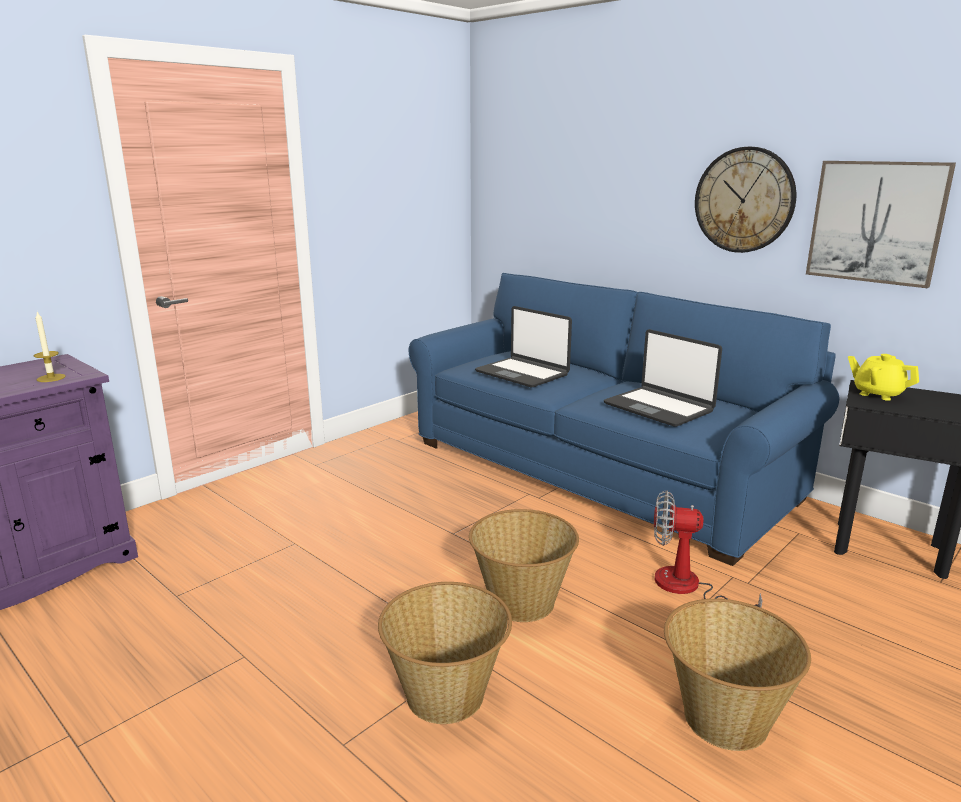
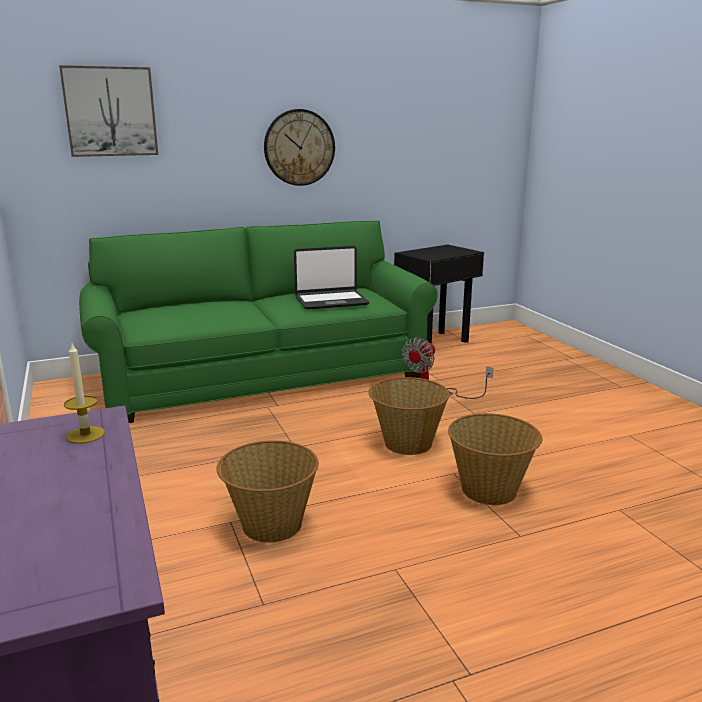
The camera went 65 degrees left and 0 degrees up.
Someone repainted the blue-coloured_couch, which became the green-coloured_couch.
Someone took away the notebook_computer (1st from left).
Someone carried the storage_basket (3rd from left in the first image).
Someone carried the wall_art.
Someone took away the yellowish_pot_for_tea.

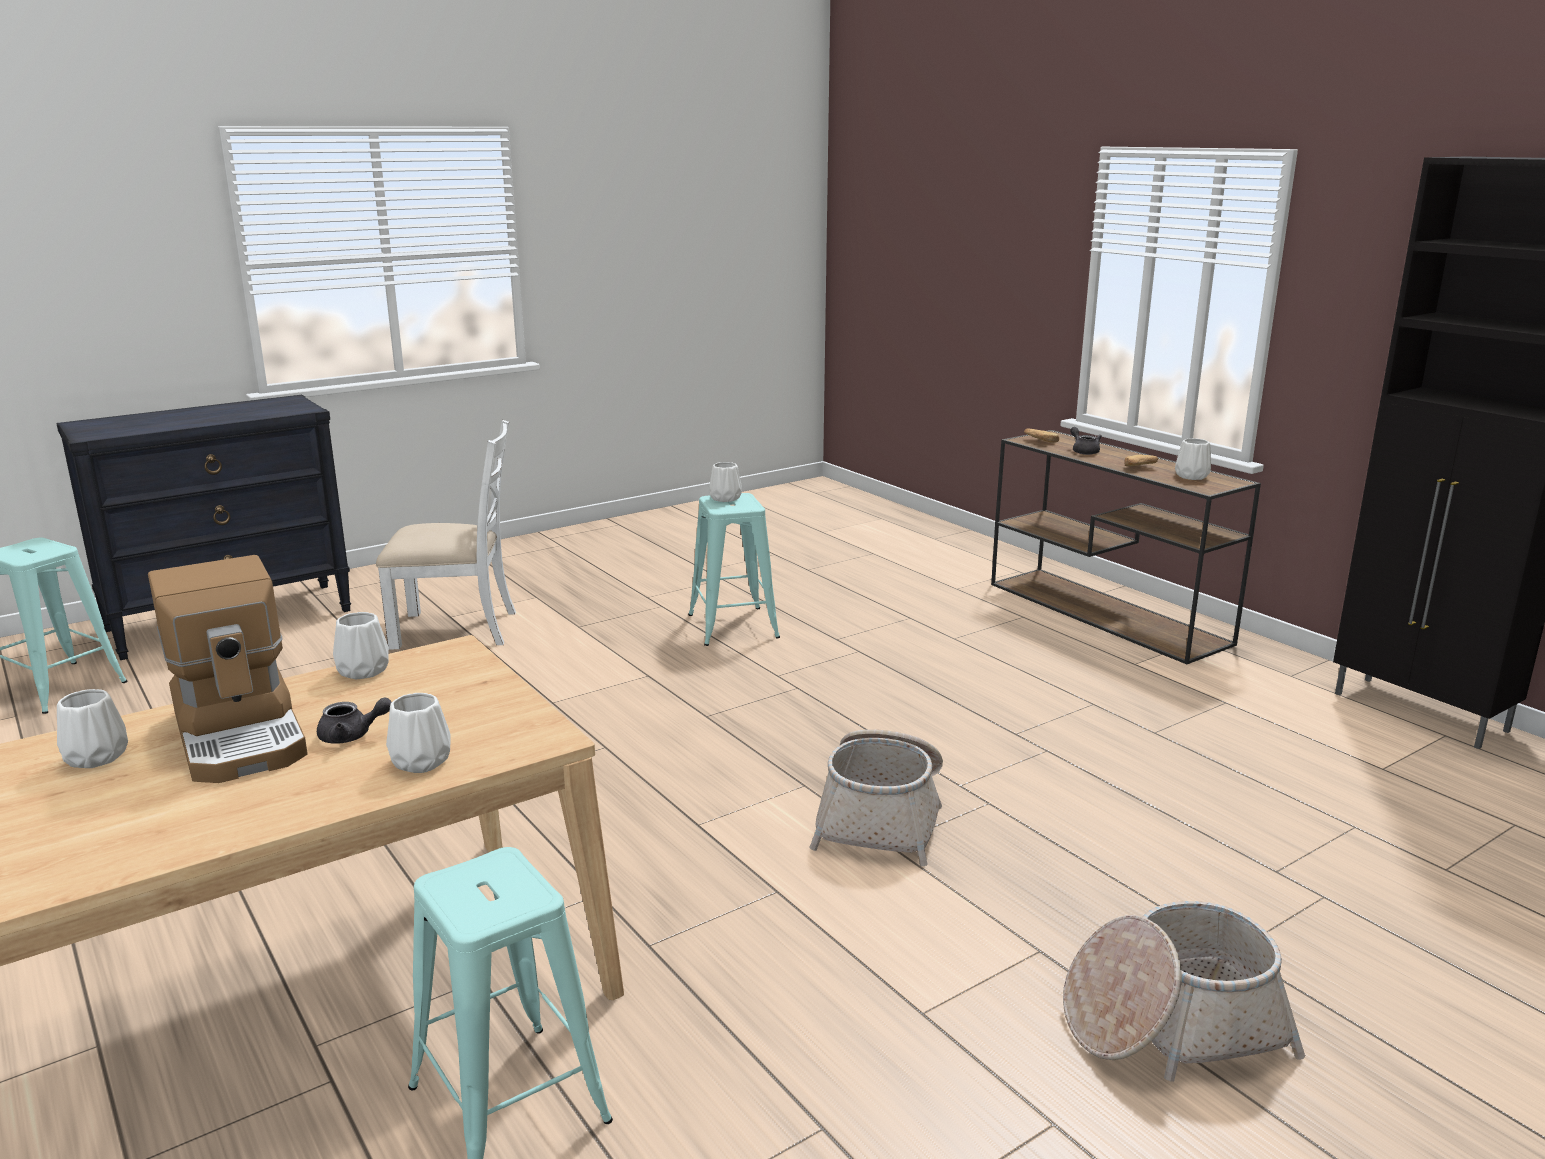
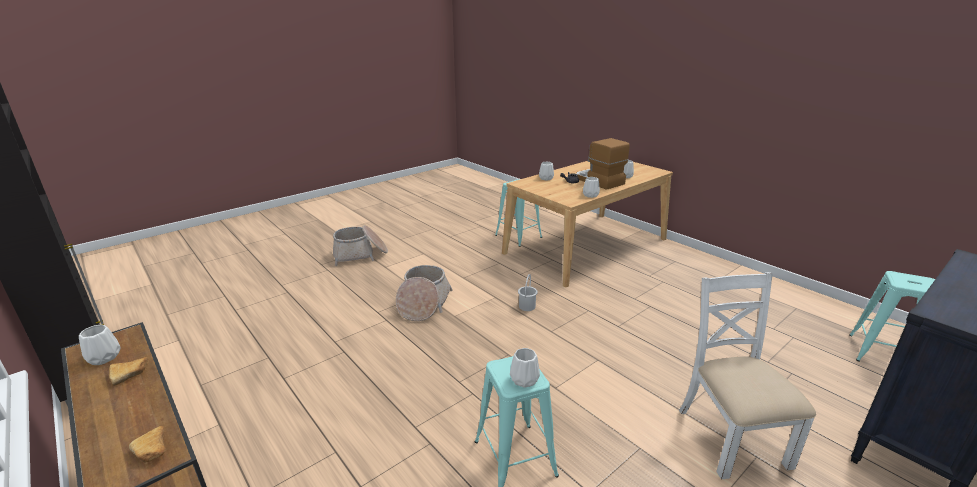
The camera went 175 degrees right and 5 degrees up.
Someone rotated the white_upright_chair by 90 degrees clockwise.
Someone took away the gray_pot_for_tea (2nd from left).
Someone put down the white_bucket.

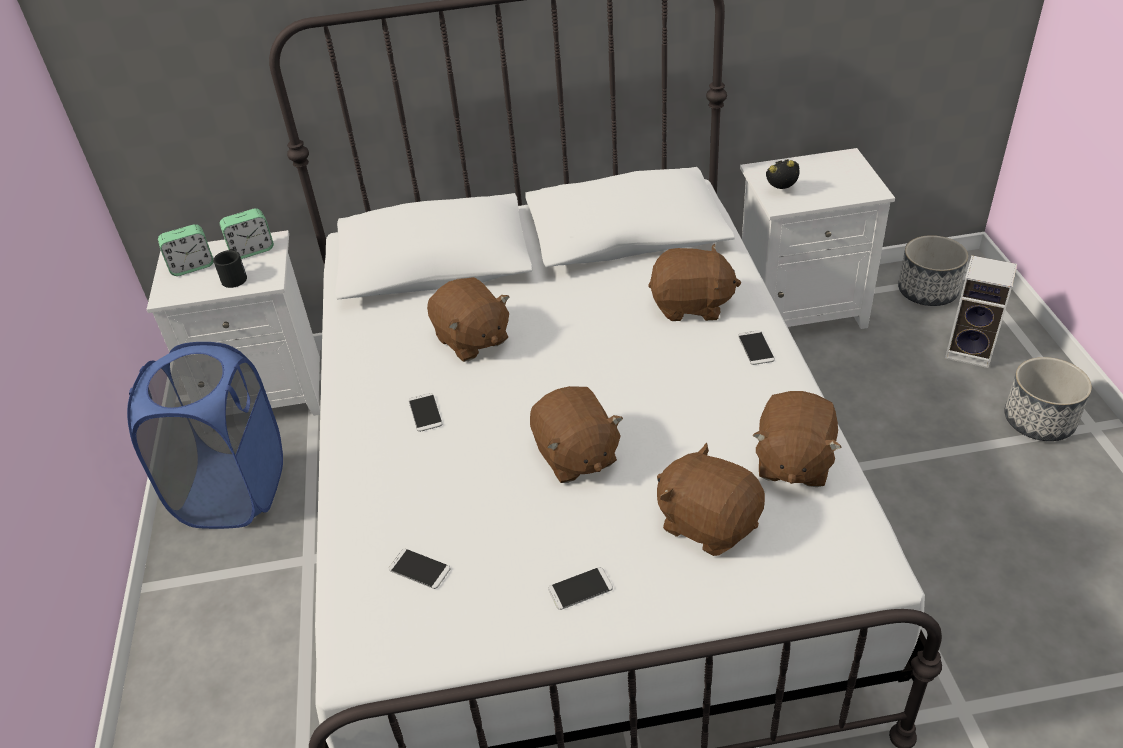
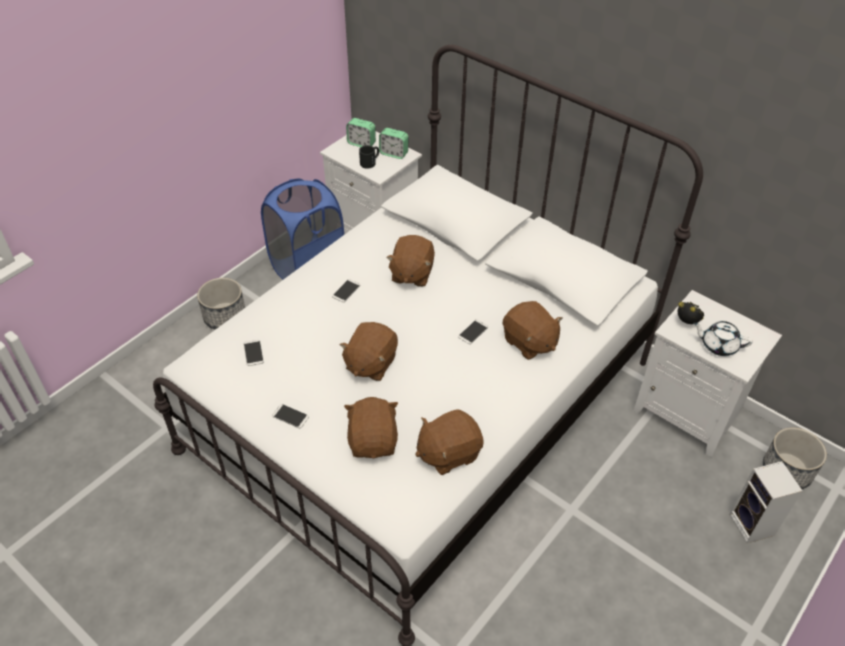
The camera went 45 degrees right and 5 degrees up.
Someone carried the handset (4th from left).
Someone carried the flower_pot (2nd from left in the first image).
Someone put down the white_pot_for_tea.

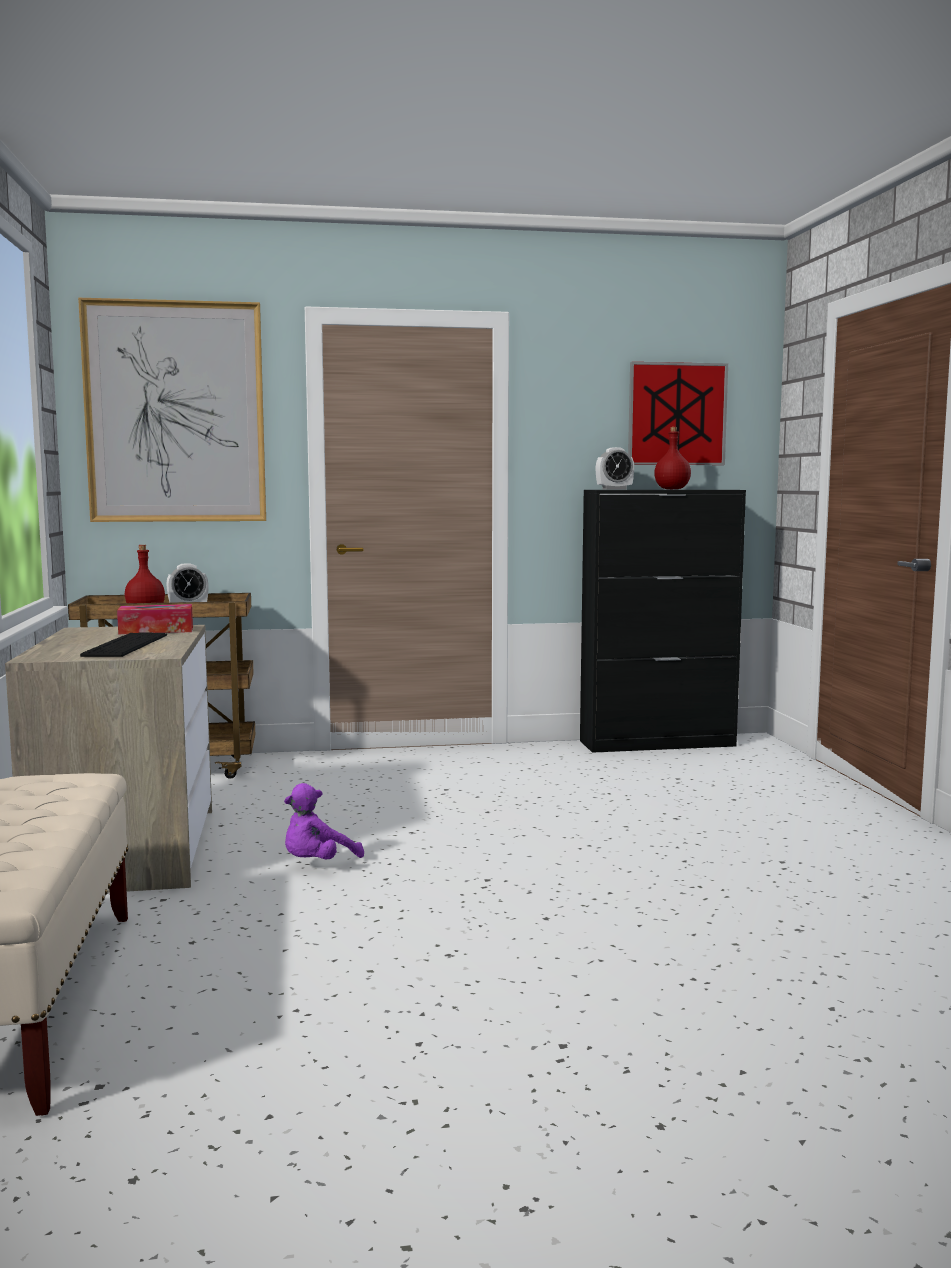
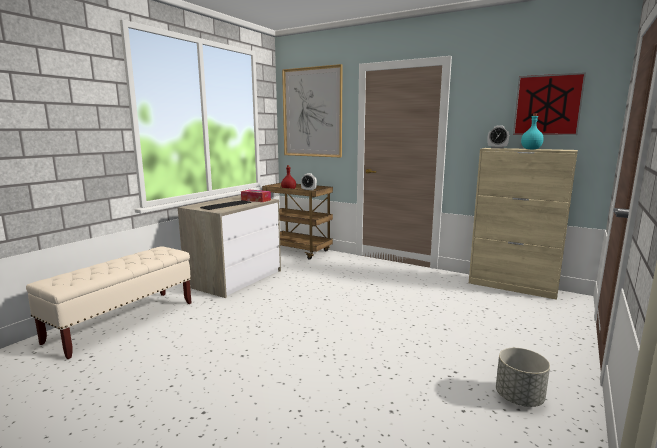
The camera went 40 degrees right and 5 degrees up.
Someone took away the purple_soft_toy.
Someone repainted the black_cupboard, which became the sand-coloured_cupboard.
Someone repainted the red_beverage_bottle (2nd from left), which became the turquoise_beverage_bottle.
Someone put down the gray_flower_pot.

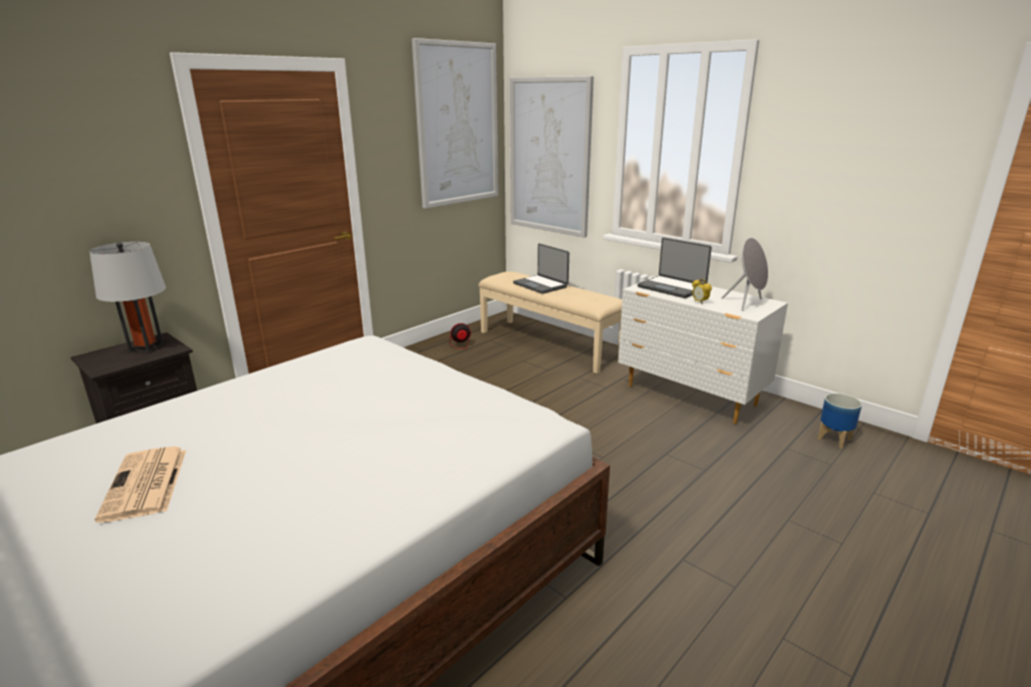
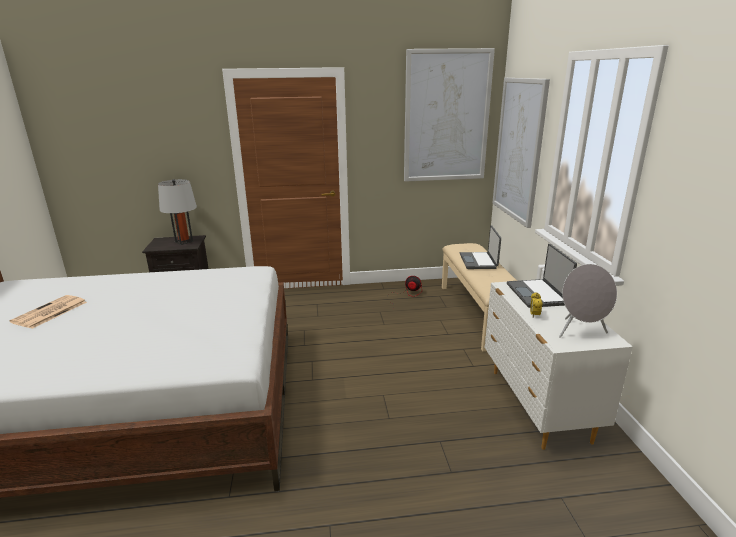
The camera went 40 degrees right and 0 degrees up.
Someone took away the flower_pot.

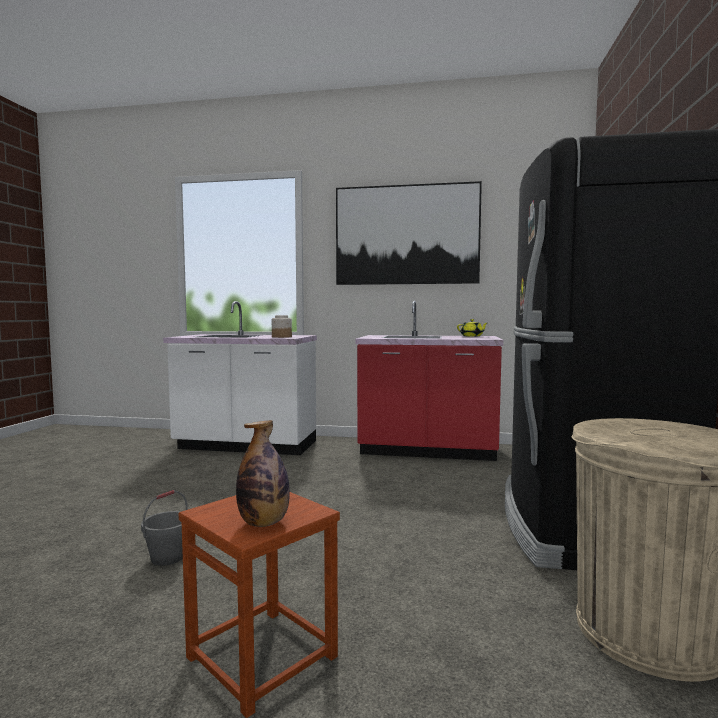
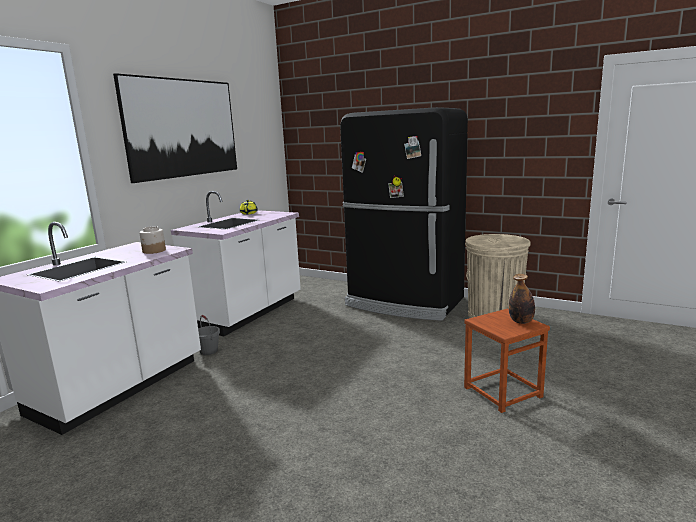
The camera went 70 degrees left and 10 degrees up.
Someone carried the gray_bucket.
Someone repainted the red_kitchen_base_unit, which became the white_kitchen_base_unit (2nd from left).

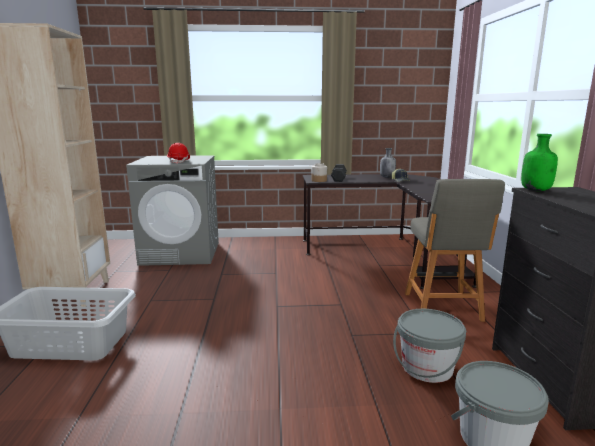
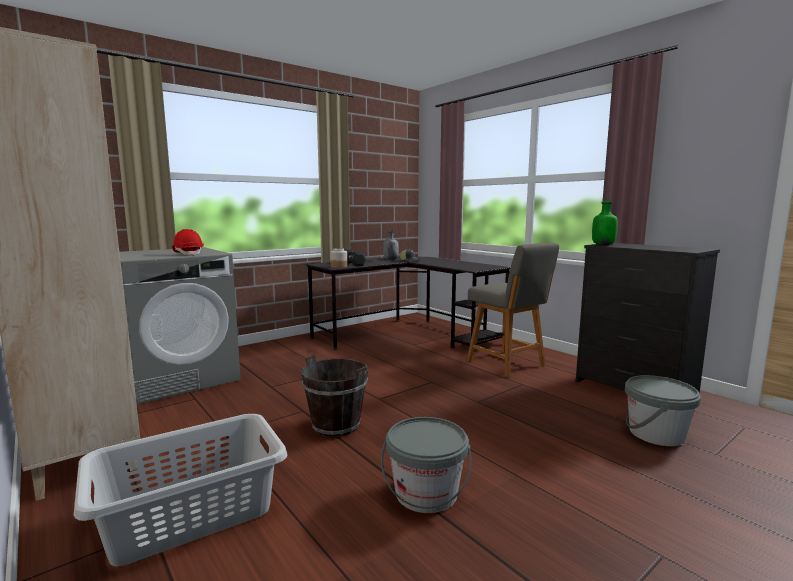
The camera went 35 degrees left and 5 degrees down.
Someone carried the gray_bucket (1st from left).
Someone put down the brownish_bucket.

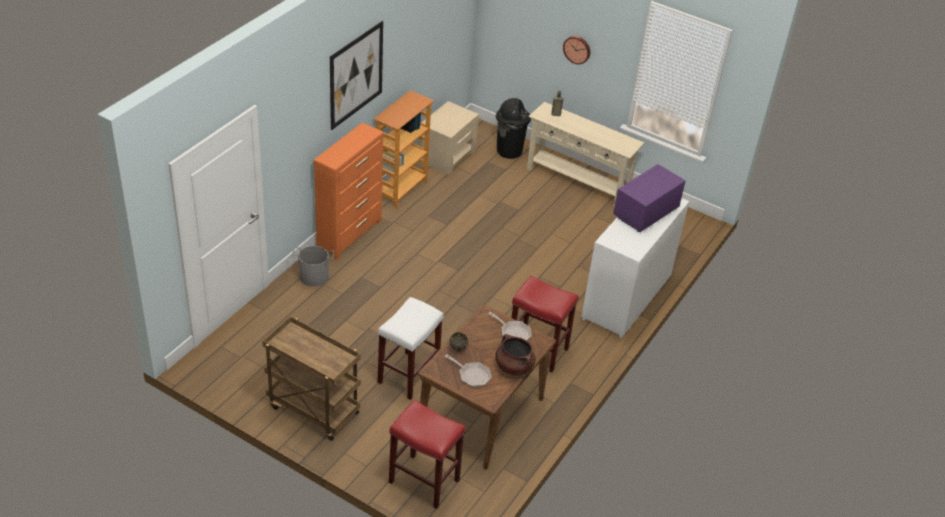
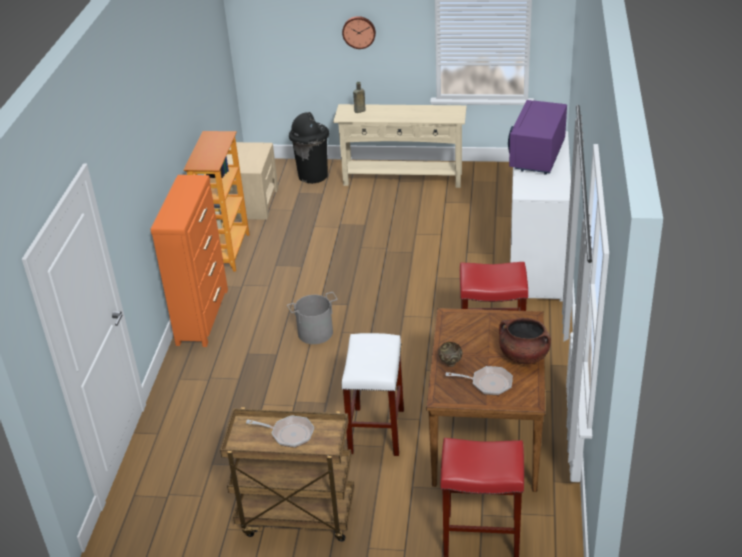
The camera went 20 degrees left and 5 degrees down.
Someone carried the gray_bucket.
Someone took away the wall_art.
Someone carried the pan (2nd from left in the first image).

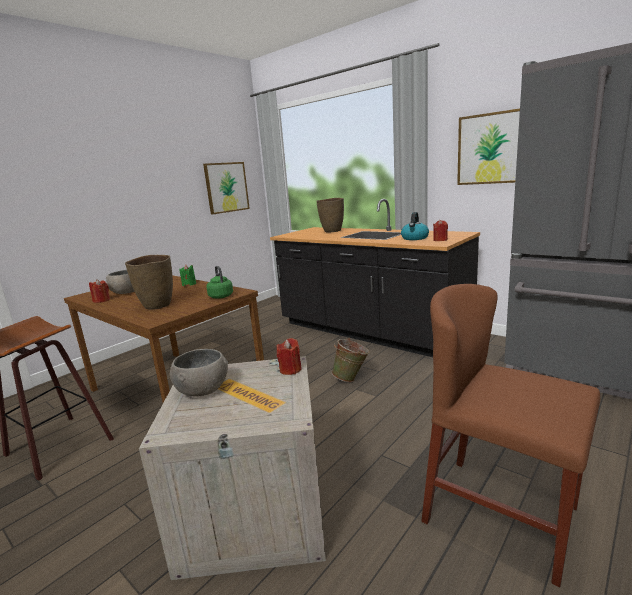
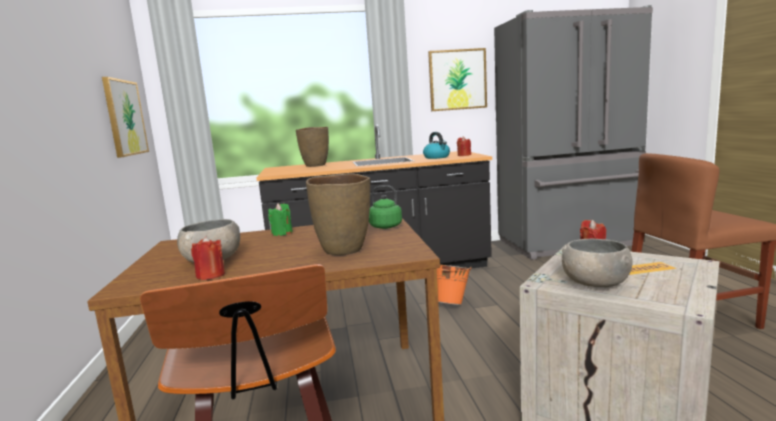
The camera went 50 degrees left and 5 degrees down.
Someone repainted the green-coloured_bucket, which became the orange_bucket.

